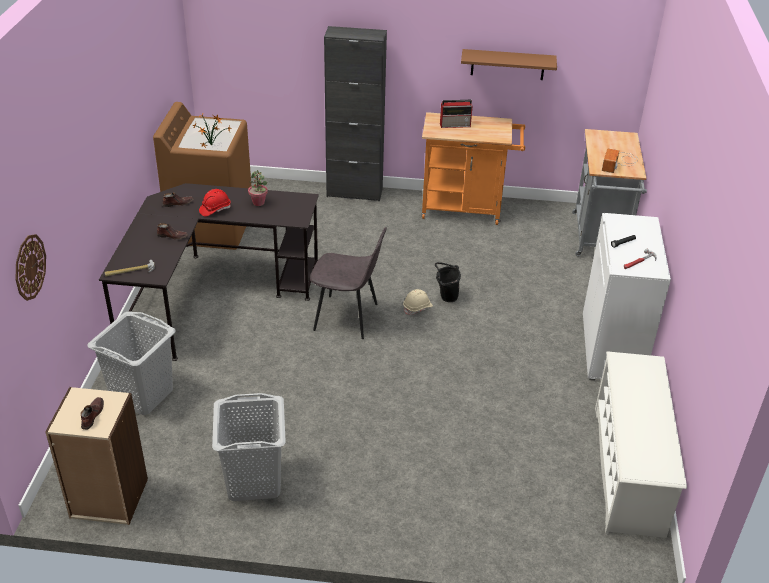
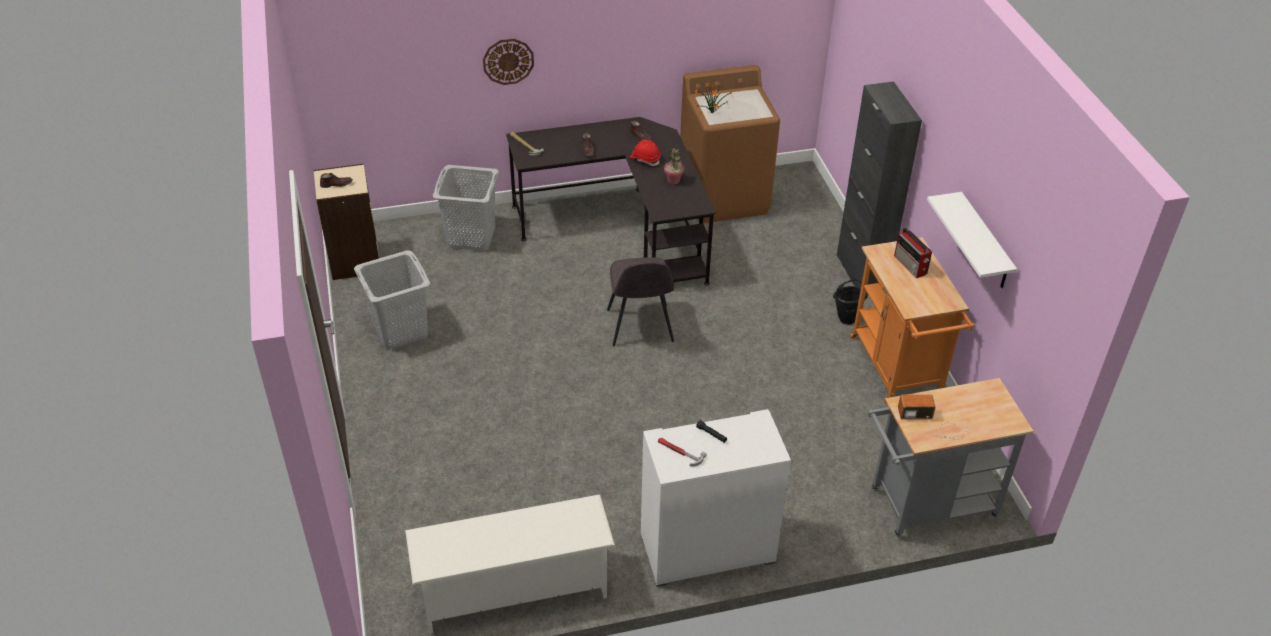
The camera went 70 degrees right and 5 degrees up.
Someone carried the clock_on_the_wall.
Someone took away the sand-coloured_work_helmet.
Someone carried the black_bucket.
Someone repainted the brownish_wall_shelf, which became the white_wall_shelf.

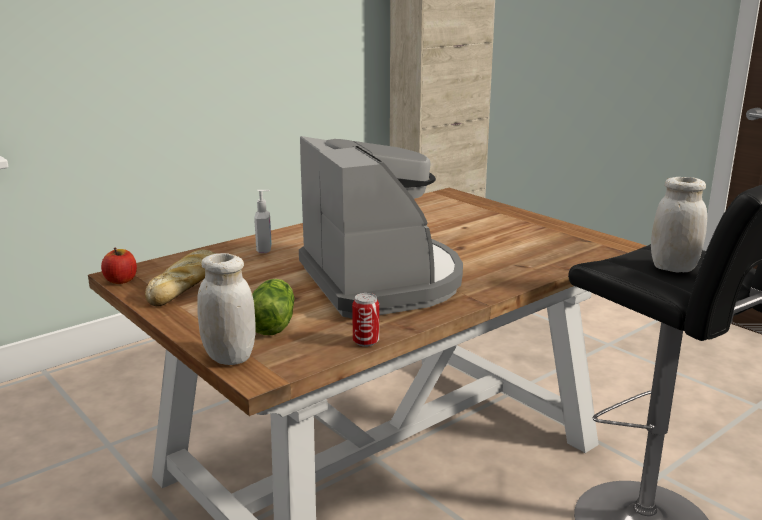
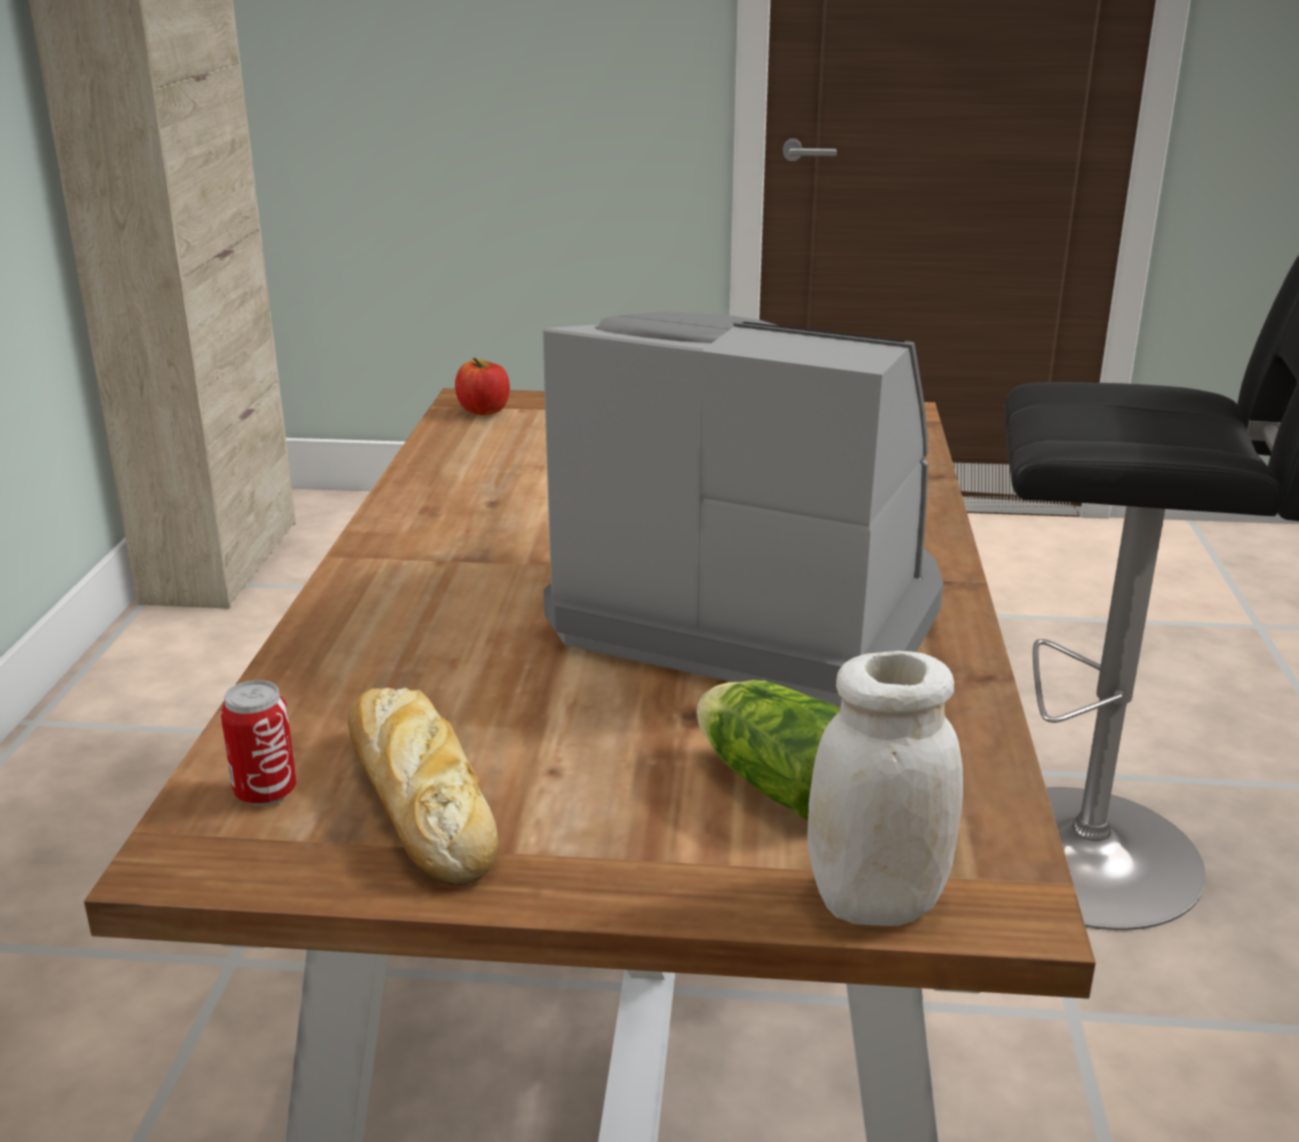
The camera went 45 degrees left and 5 degrees up.
Someone carried the whole_apple.
Someone took away the liquid_soap_bottle.
Someone carried the can.
Someone took away the white_preserve_jar (2nd from left).

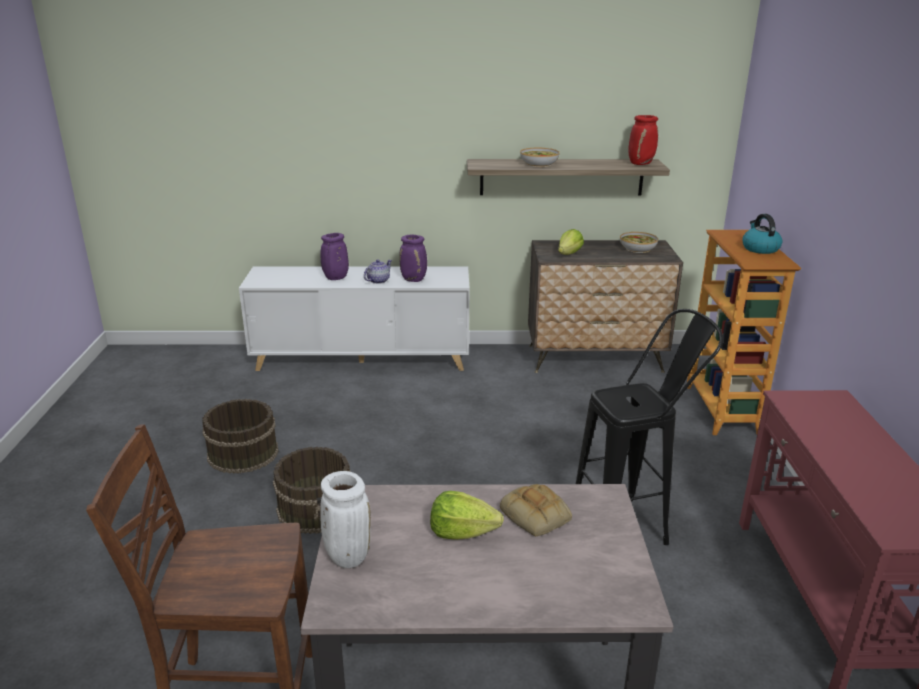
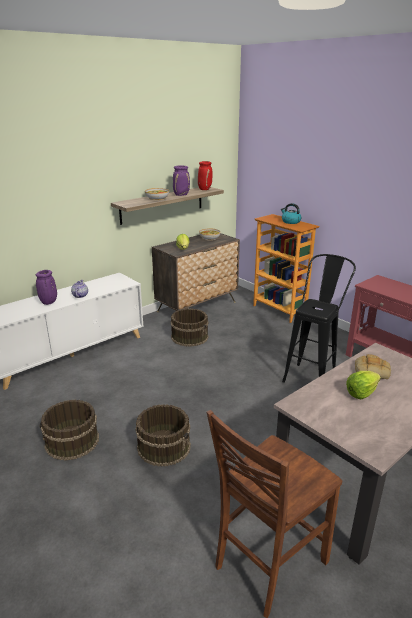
The camera went 40 degrees left and 0 degrees up.
Someone took away the white_flower_vase.
Someone carried the purple_flower_vase (2nd from left).
Someone put down the brownish_bucket (3rd from left).

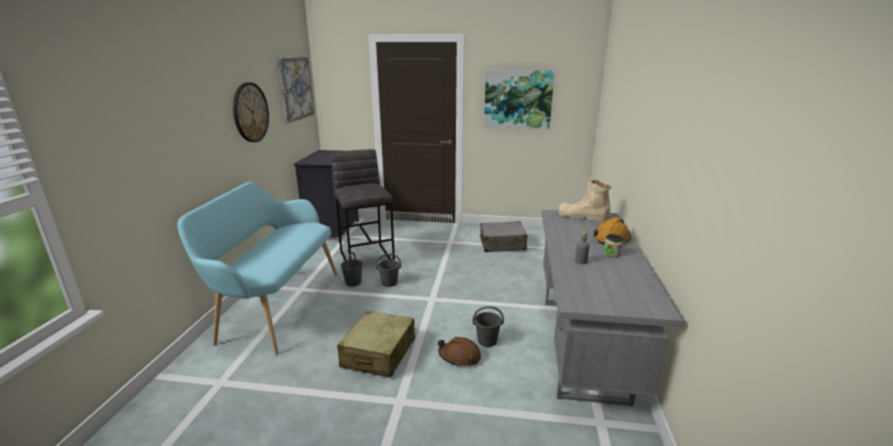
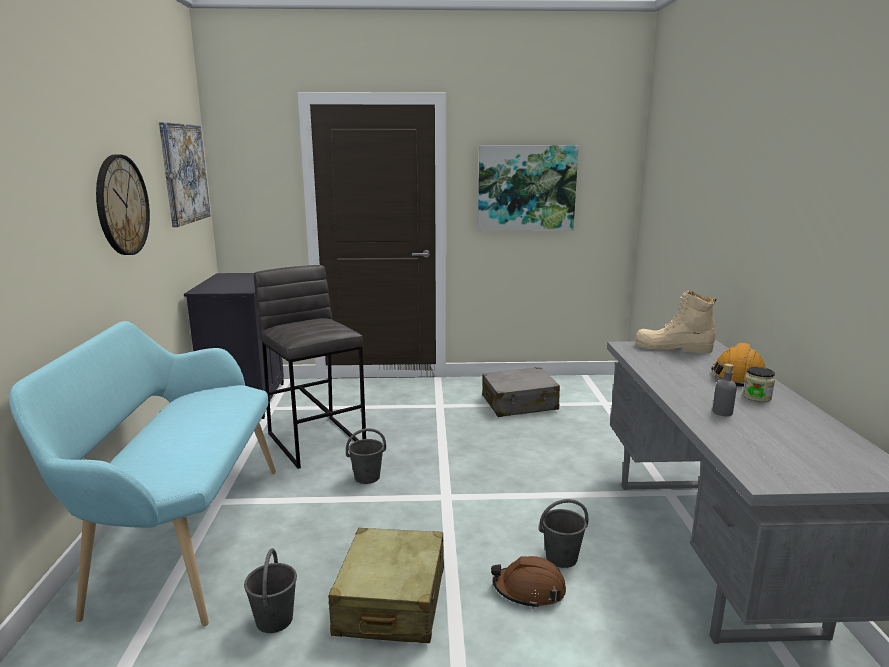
The camera went 10 degrees left and 5 degrees down.
Someone carried the gray_bucket (1st from left).

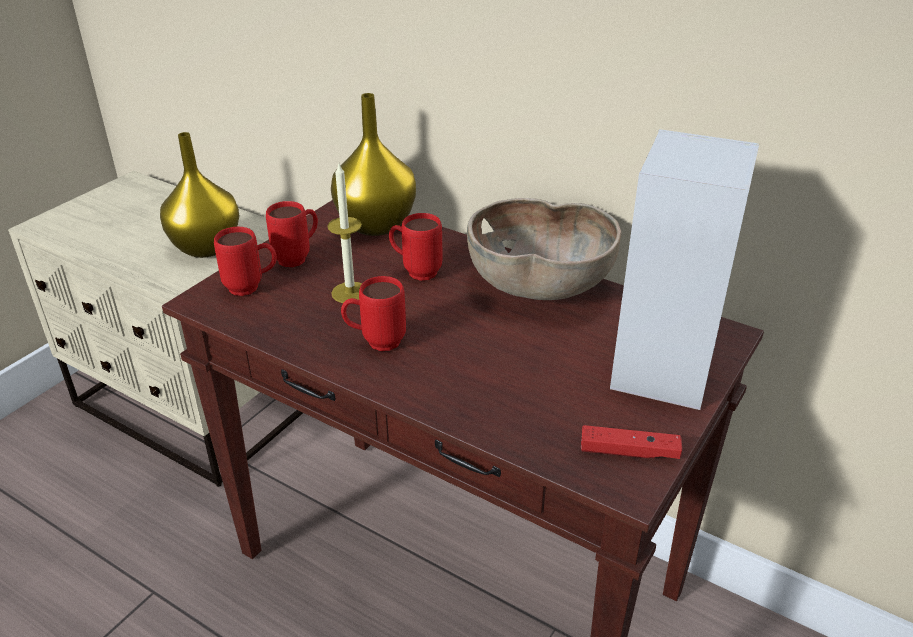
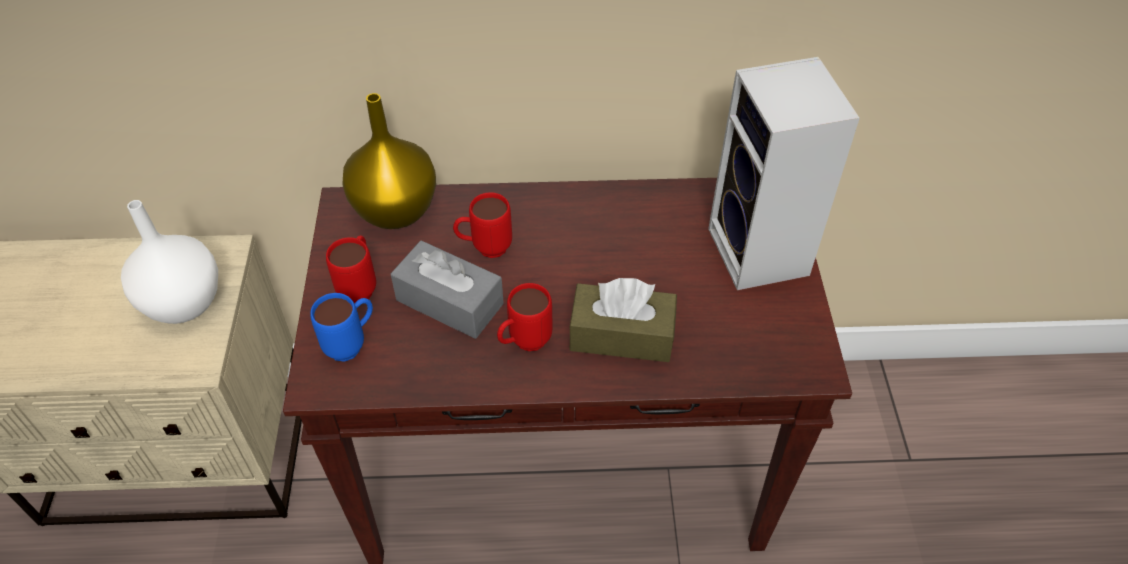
The camera went 35 degrees left and 15 degrees up.
Someone repainted the yellowish_flower_vase (1st from left), which became the white_flower_vase.
Someone repainted the red_coffee_mug (1st from left), which became the blue-coloured_coffee_mug.
Someone swapped the wax_light for the gray_tissue_holder.
Someone took away the brownish_deep_dish.
Someone took away the red_gamepad.
Someone put down the brownish_tissue_holder.

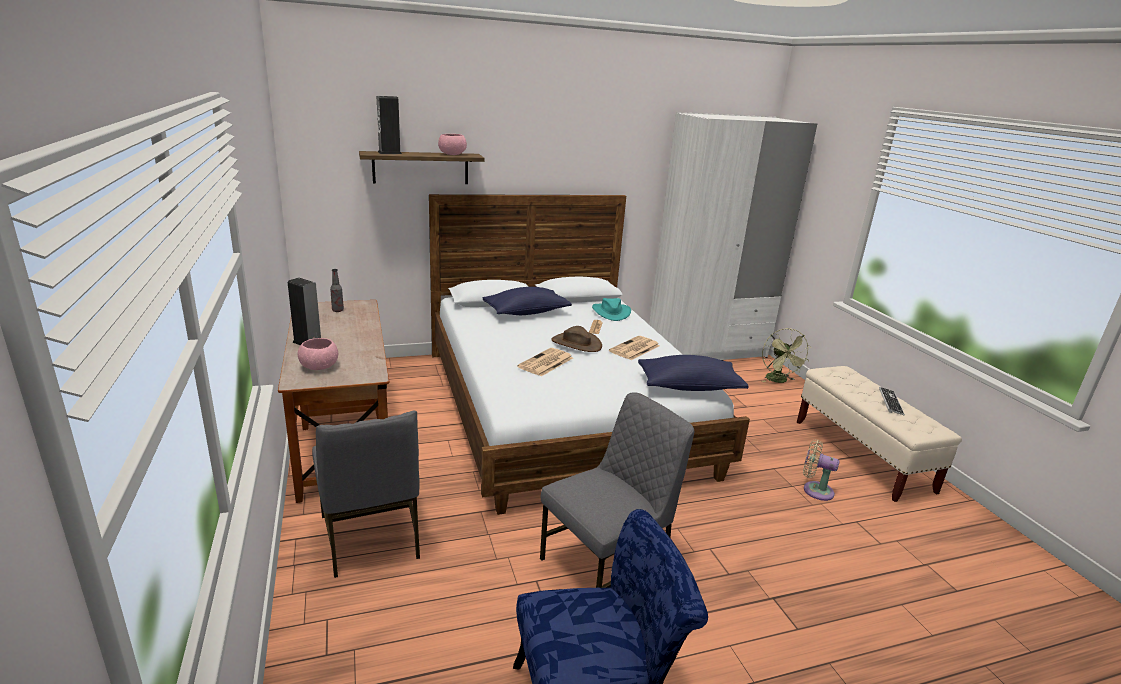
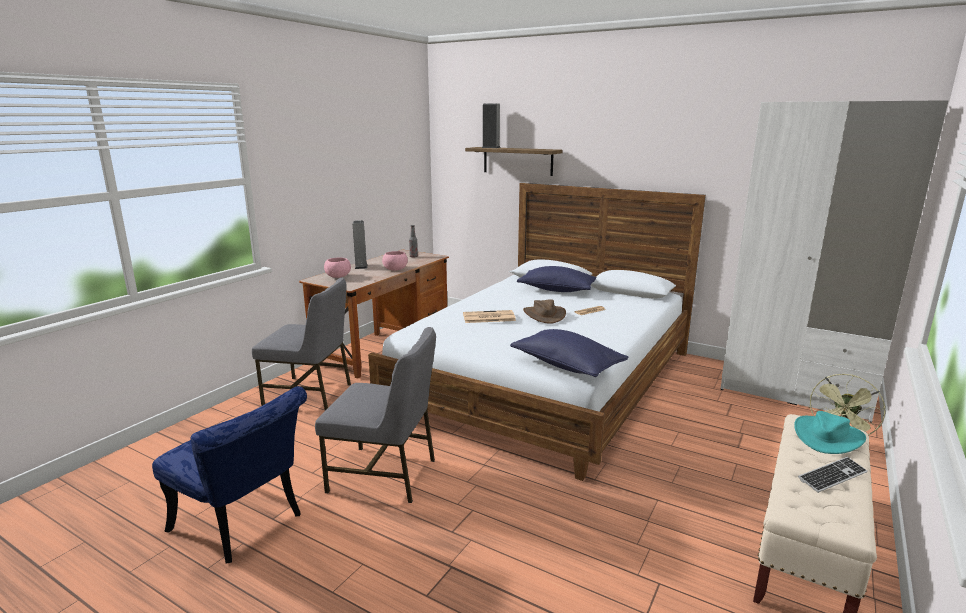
The camera went 50 degrees right and 5 degrees down.
Someone rotated the gray_upright_chair (1st from left) by 105 degrees counterclockwise.
Someone carried the pink-coloured_deep_dish (2nd from left).
Someone carried the turquoise_clothing_hat.
Someone took away the daily_paper (3rd from left).
Someone took away the sand-coloured_electric_fan.

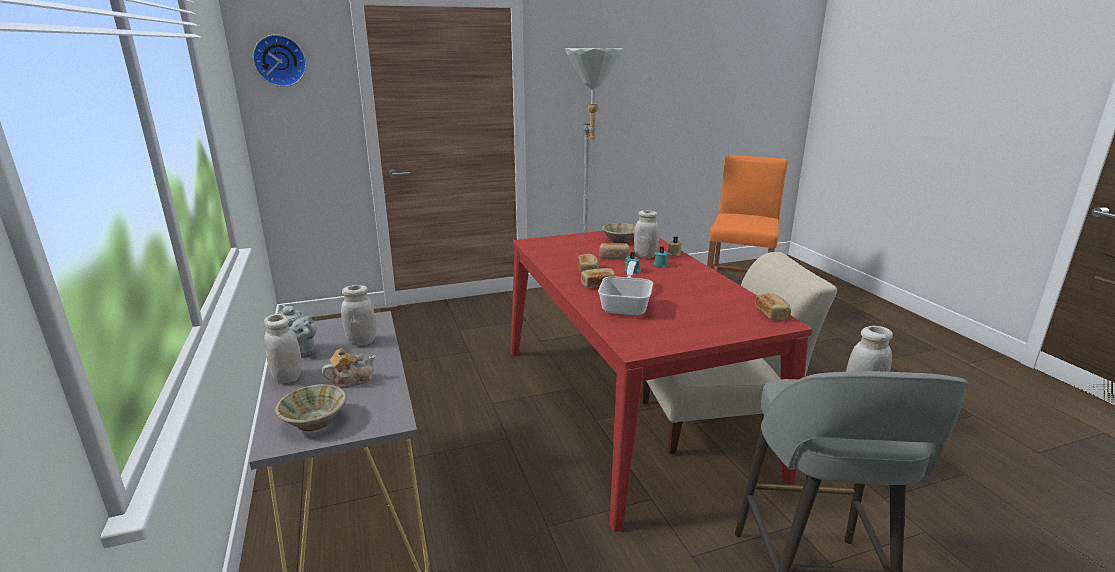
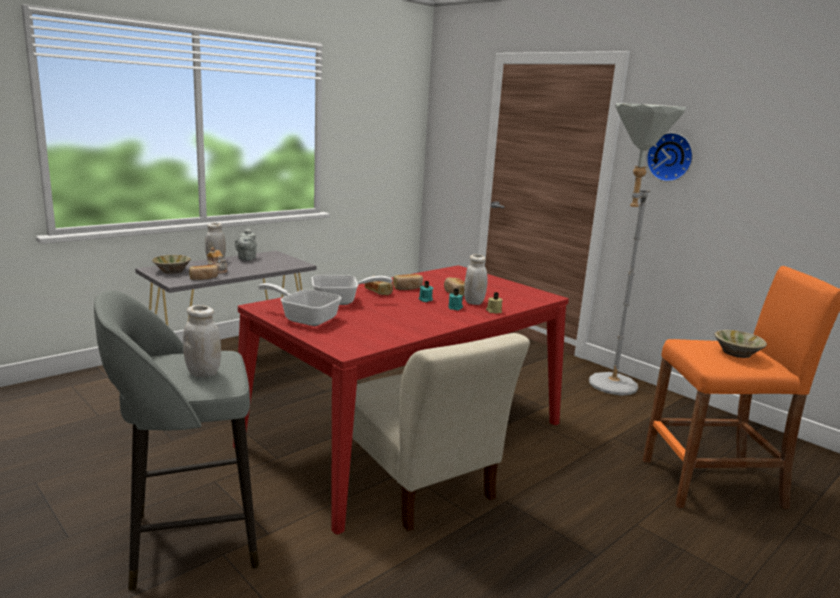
The camera went 65 degrees right and 5 degrees down.
Someone carried the clock_on_the_wall.
Someone took away the white_preserve_jar (2nd from left).
Someone carried the sand-coloured_deep_dish (2nd from left).
Someone carried the bakery_bread (4th from left in the first image).
Someone put down the pan (1st from left).

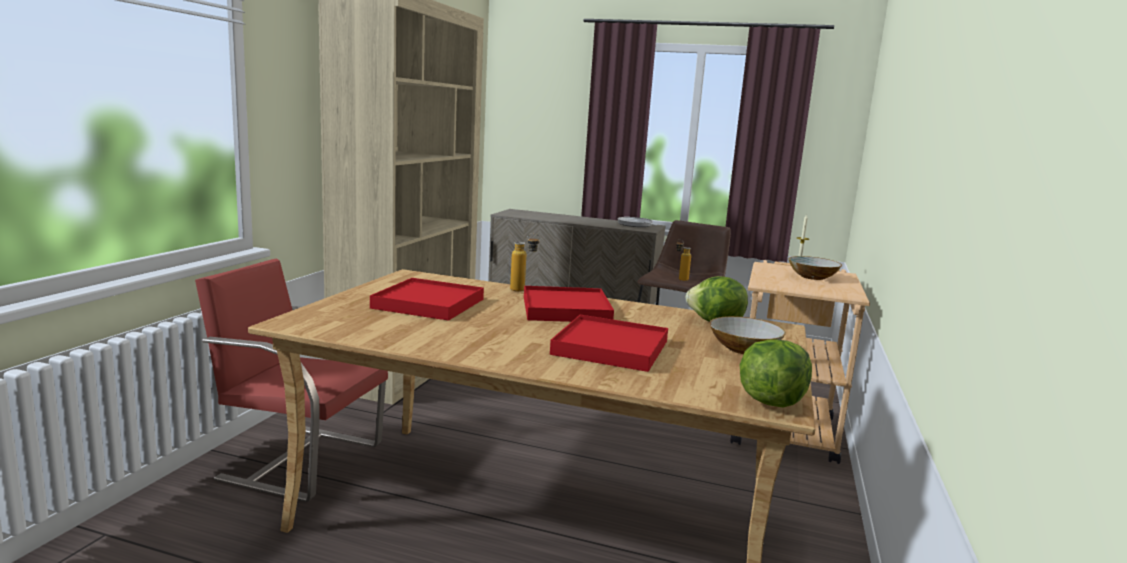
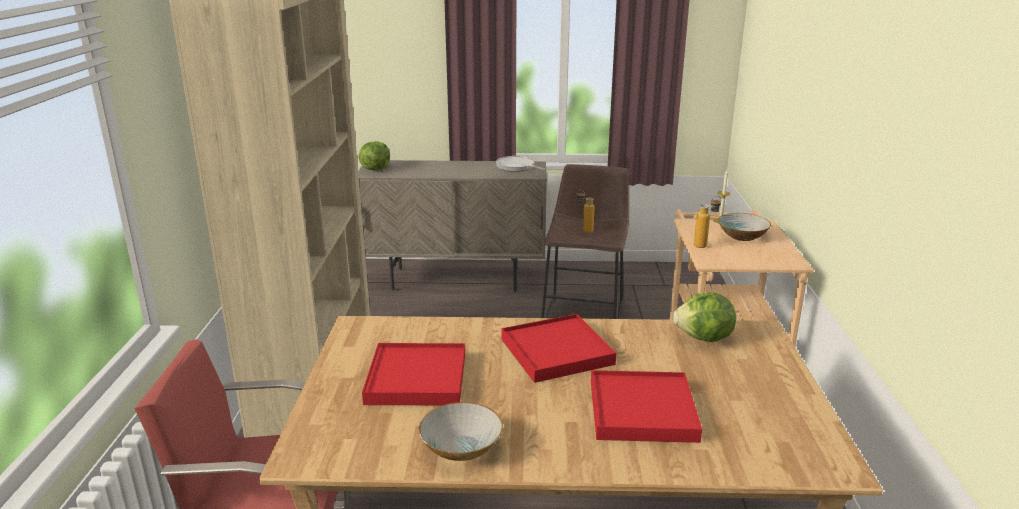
The camera went 15 degrees left and 10 degrees up.
Someone carried the beverage_bottle (1st from left in the first image).
Someone carried the deep_dish (1st from left).
Someone carried the lettuce (2nd from left in the first image).

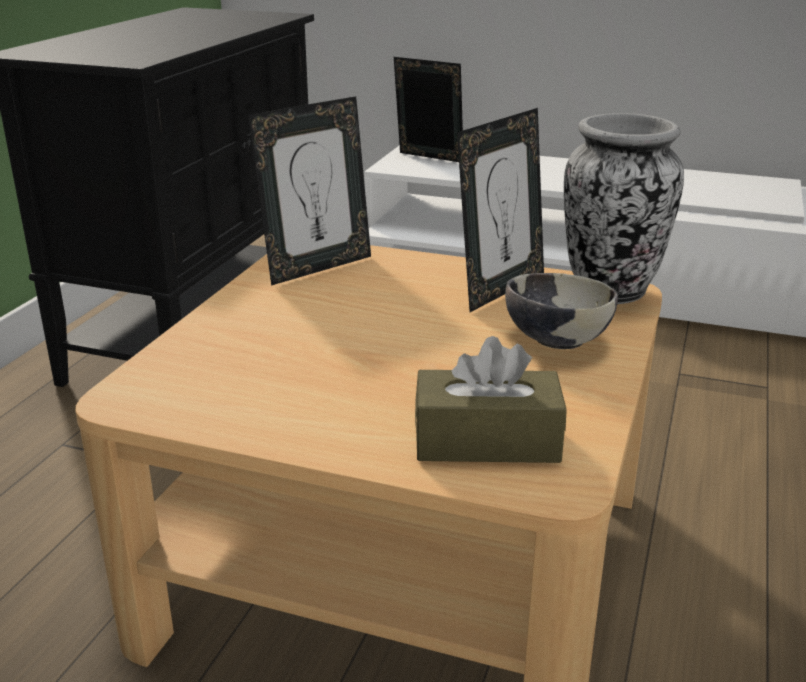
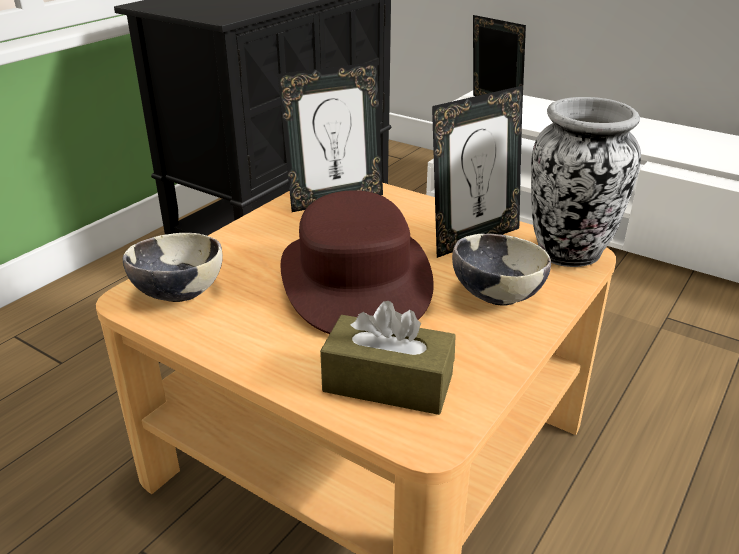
The camera went 15 degrees right and 5 degrees up.
Someone put down the deep_dish (1st from left).
Someone put down the brownish_clothing_hat.

